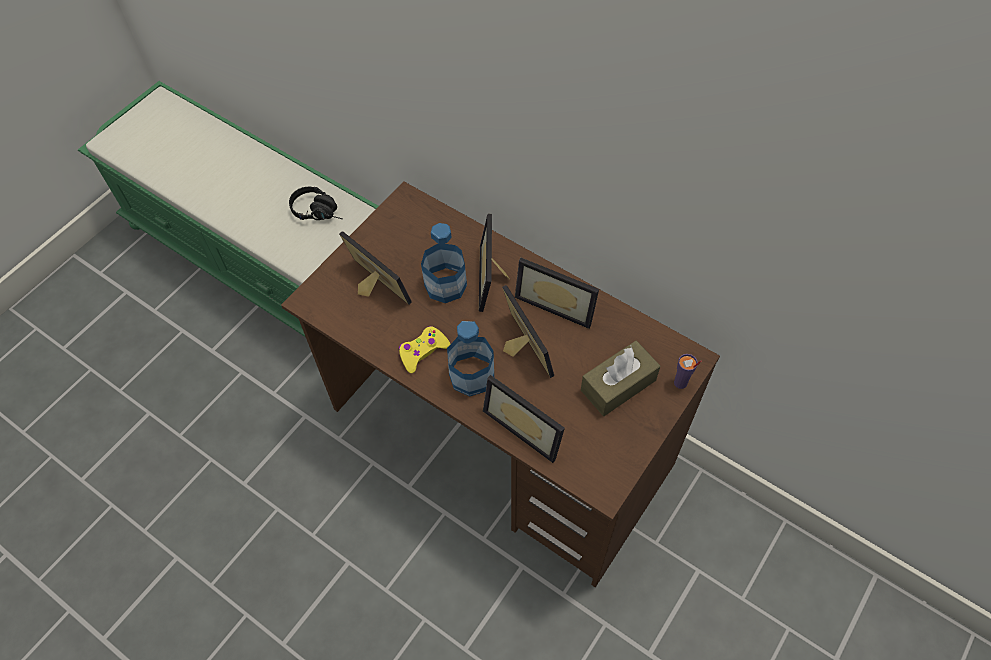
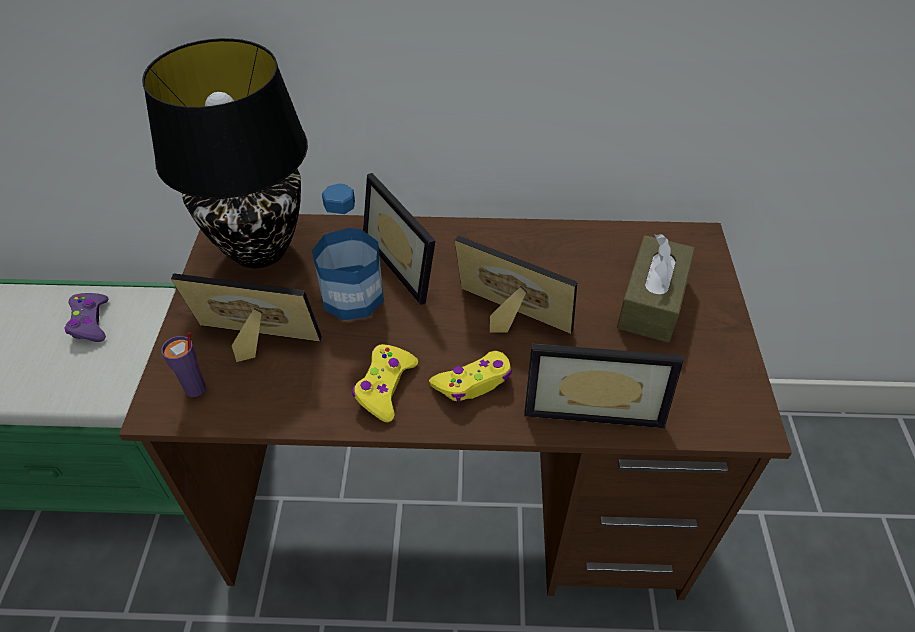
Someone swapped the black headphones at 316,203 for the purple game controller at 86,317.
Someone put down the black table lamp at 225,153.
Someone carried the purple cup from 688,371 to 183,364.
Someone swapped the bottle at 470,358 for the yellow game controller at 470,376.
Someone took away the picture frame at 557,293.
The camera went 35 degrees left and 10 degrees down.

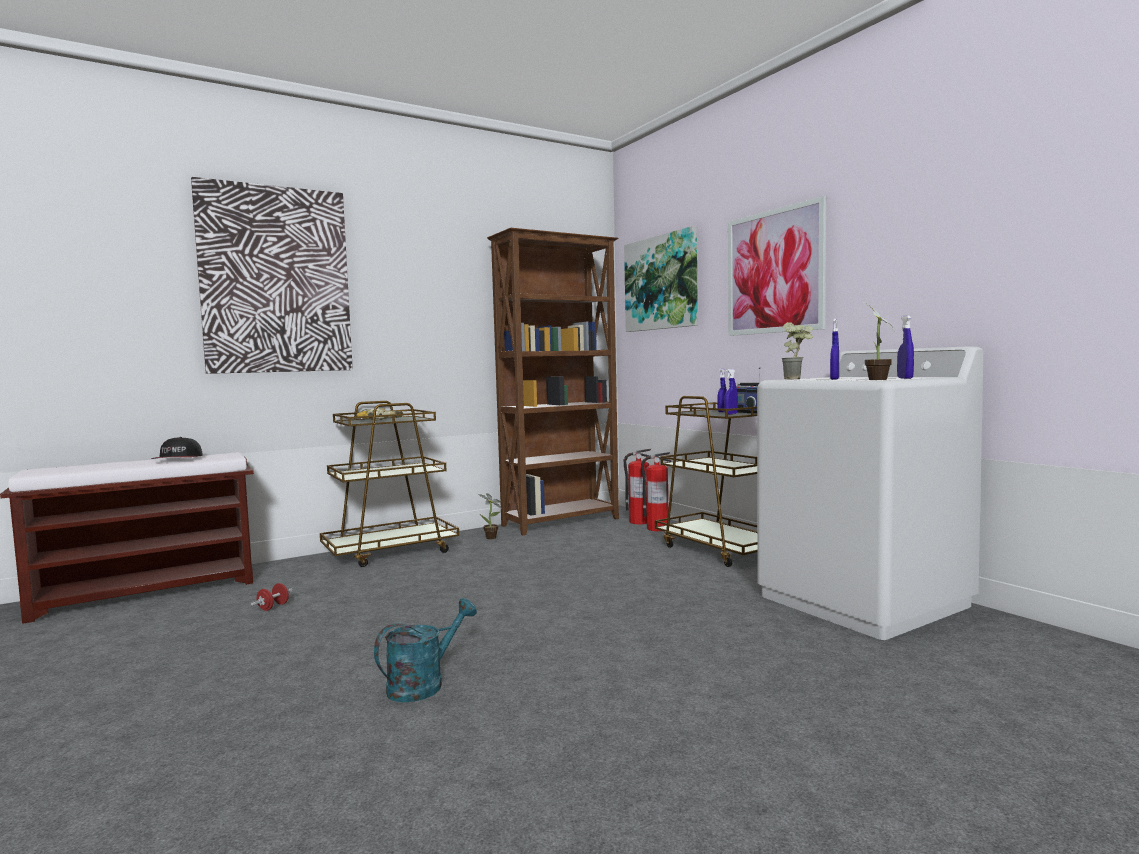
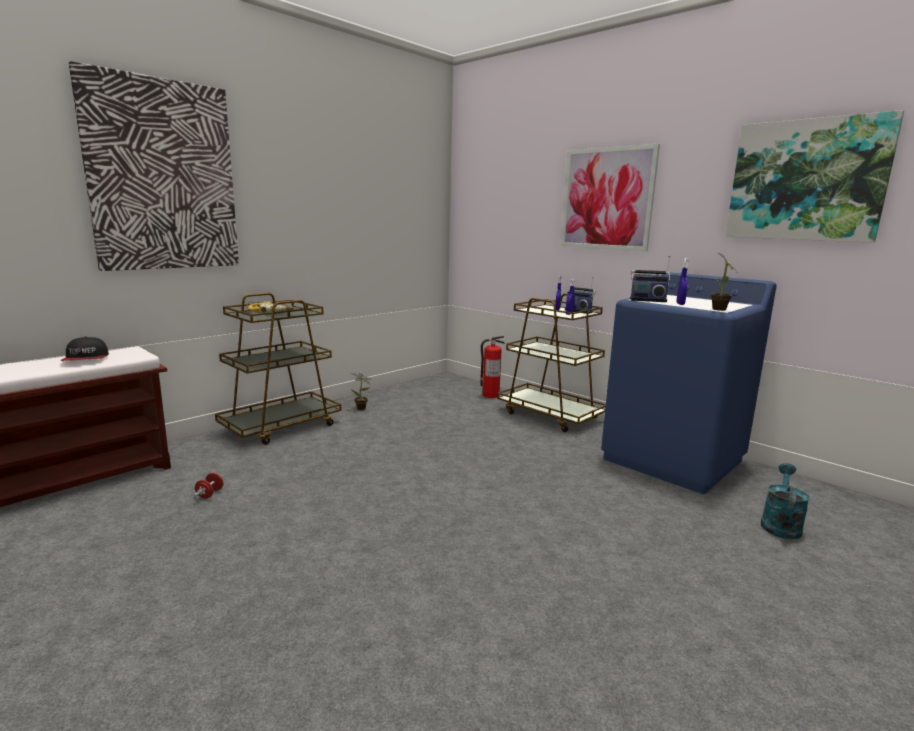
Someone repainted the white washing machine at 870,493, which became the blue washing machine at 689,383.
Someone swapped the potted plant at 797,350 for the radio at 650,279.
Someone carried the picture from 661,279 to 814,176.
Someone carried the turquoise watering can from 425,650 to 785,501.
Someone took away the brown bookcase at 553,381.
Someone took away the fire extinguisher at 637,487.
Someone took away the blue spray bottle at 905,347.
The camera went 15 degrees left and 10 degrees up.

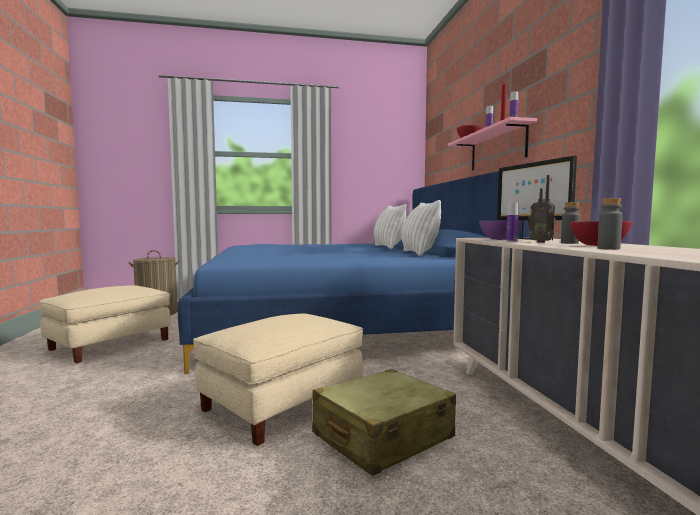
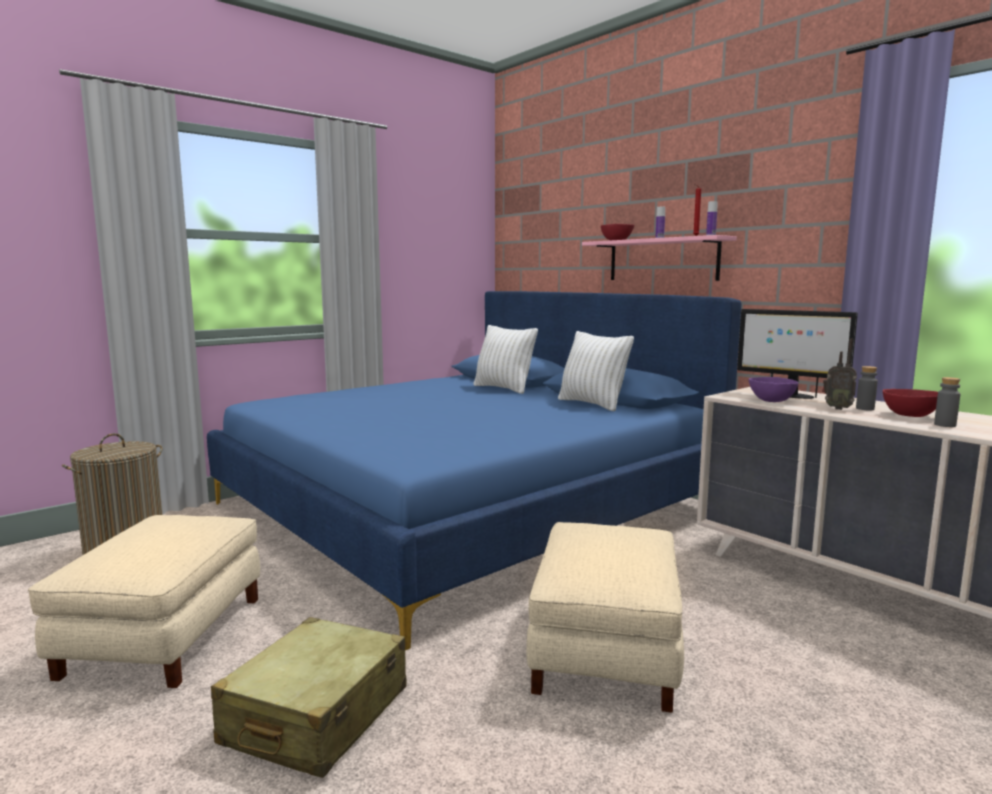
Someone carried the beige suitcase from 384,422 to 309,697.
Someone took away the bottle at 512,222.
The camera went 30 degrees left and 5 degrees up.

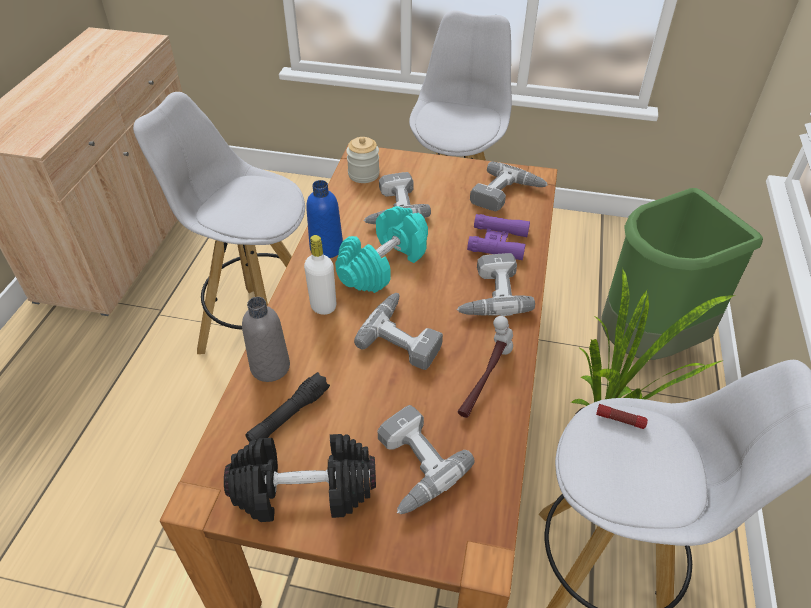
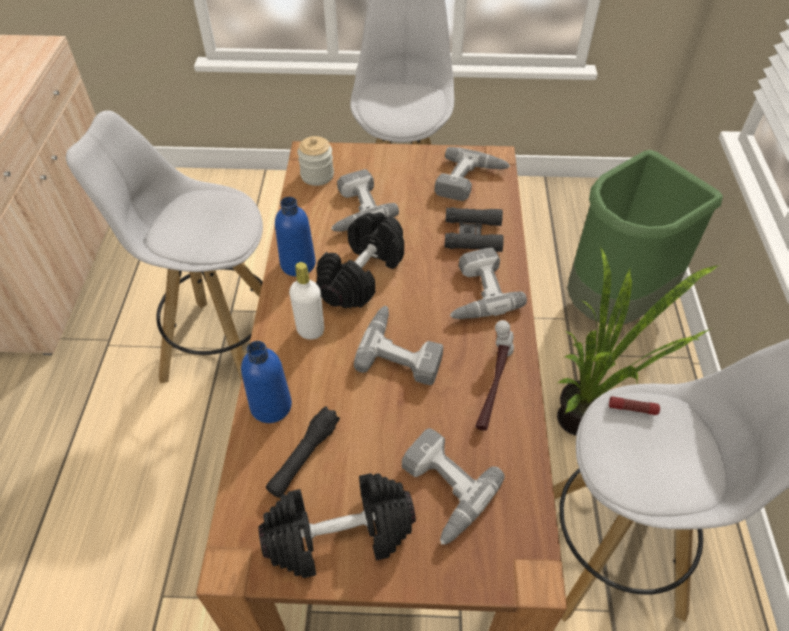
Someone repainted the grey bottle at 266,339, which became the blue bottle at 266,382.
Someone repainted the turquoise dumbbell at 381,249, which became the black dumbbell at 360,260.
Someone repainted the purple binoculars at 498,237, which became the black binoculars at 474,229.
The camera went 10 degrees left and 5 degrees up.

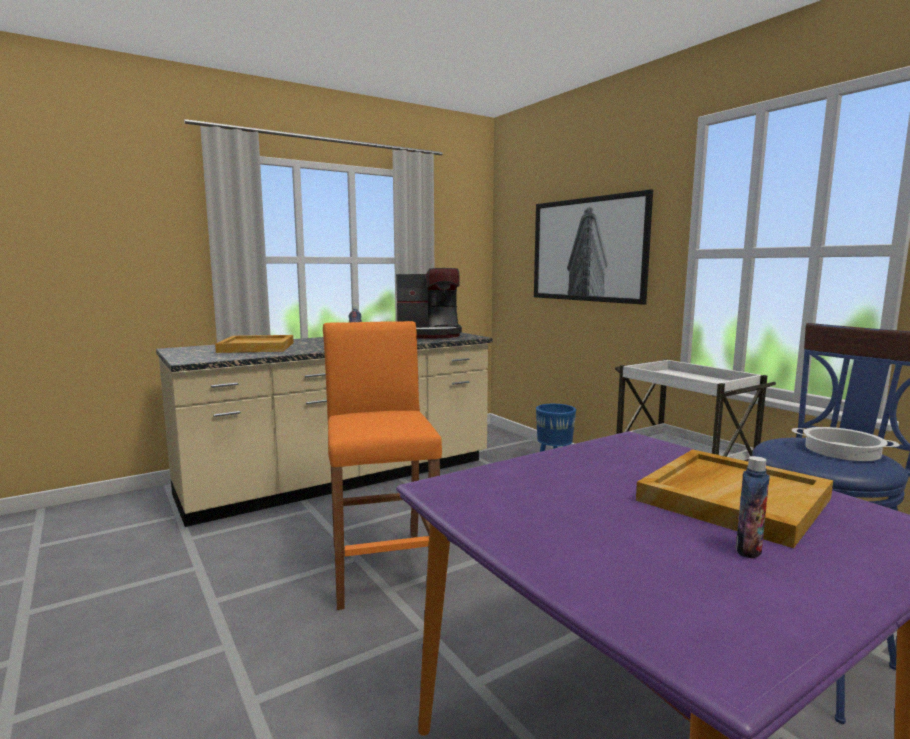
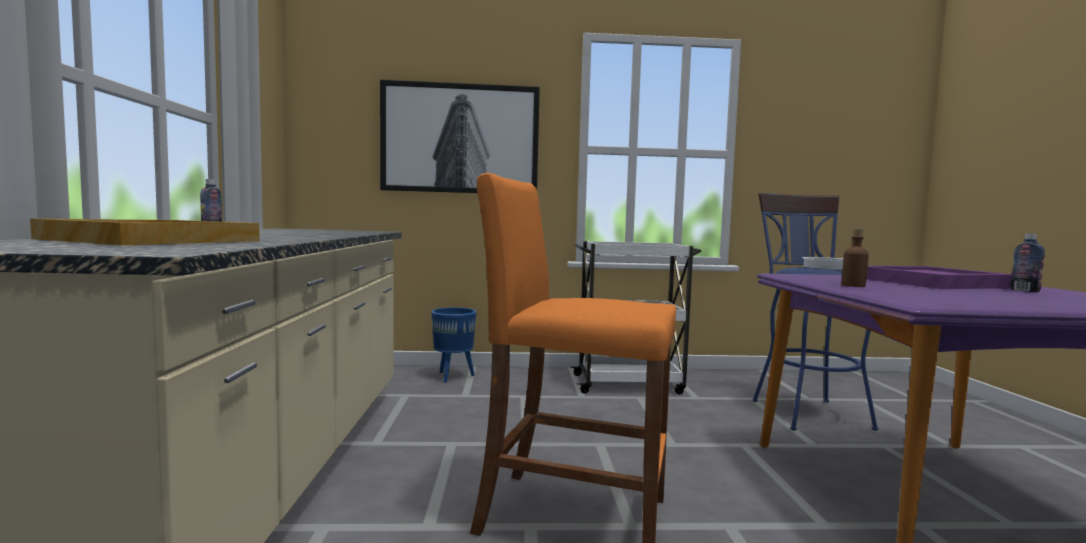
Someone put down the brown bottle at 855,258.
Someone repainted the beige tray at 734,498, which became the purple tray at 939,277.
Someone took away the coffee machine at 429,303.
The camera went 60 degrees left and 5 degrees down.

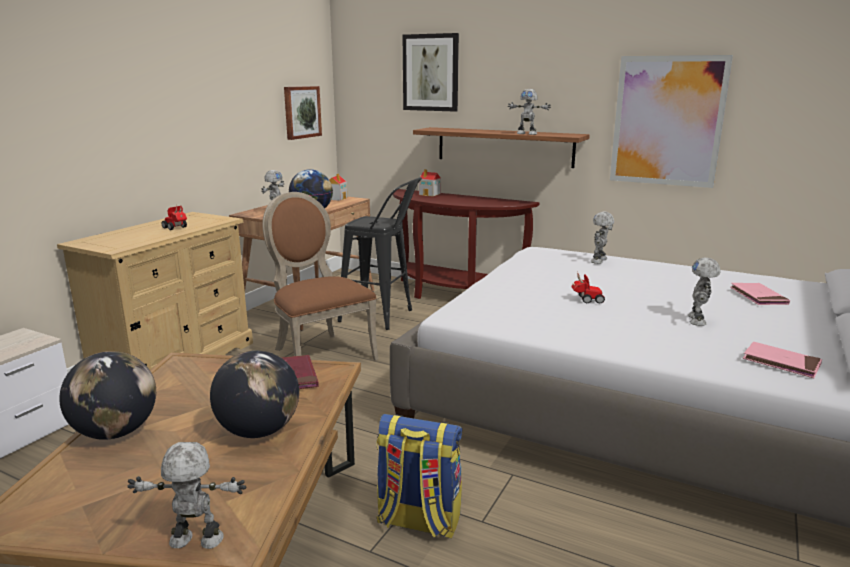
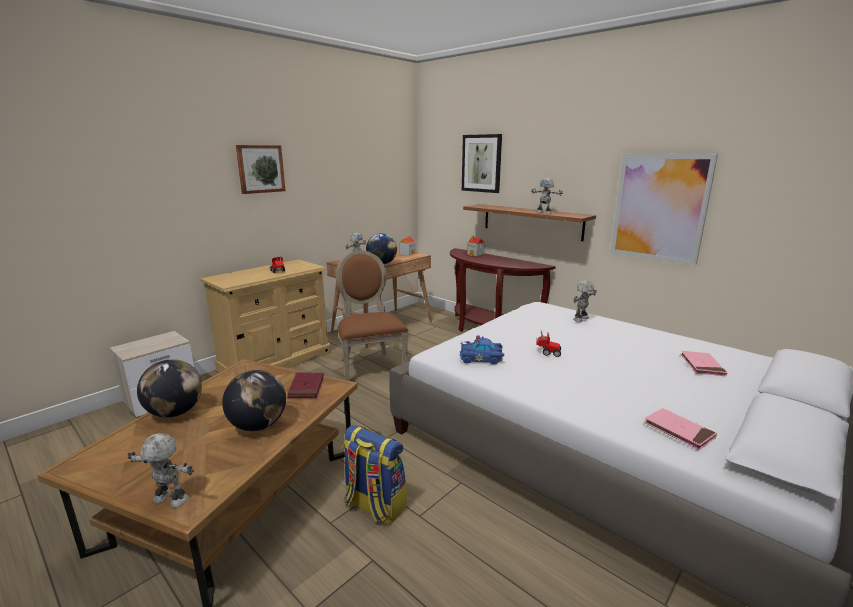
Someone carried the picture from 303,113 to 261,169.
Someone put down the blue toy car at 482,349.
Someone took away the black stool at 379,253.
Someone took away the toy robot at 704,292.
The camera went 15 degrees right and 0 degrees up.

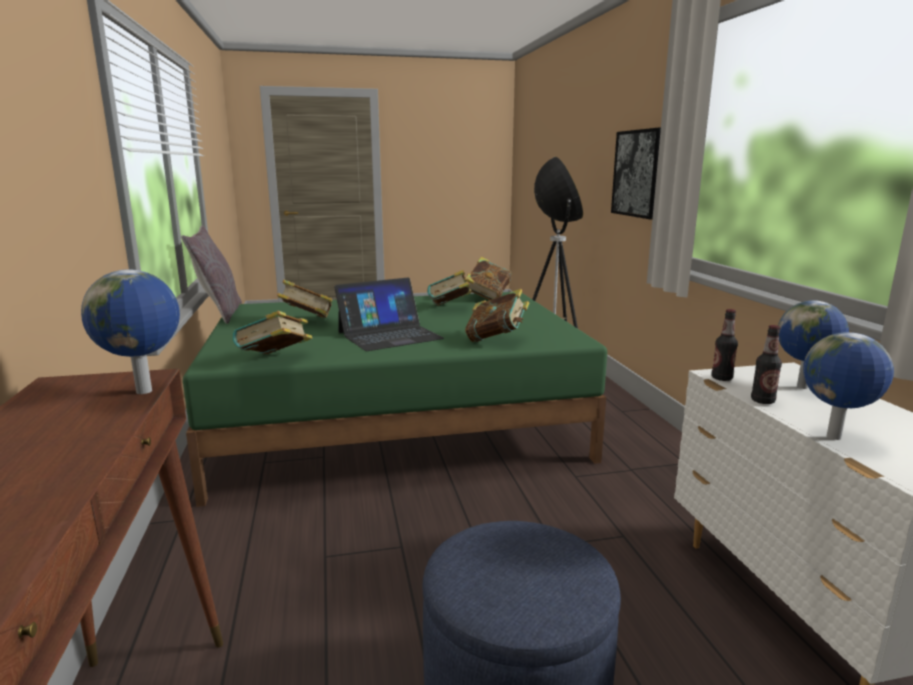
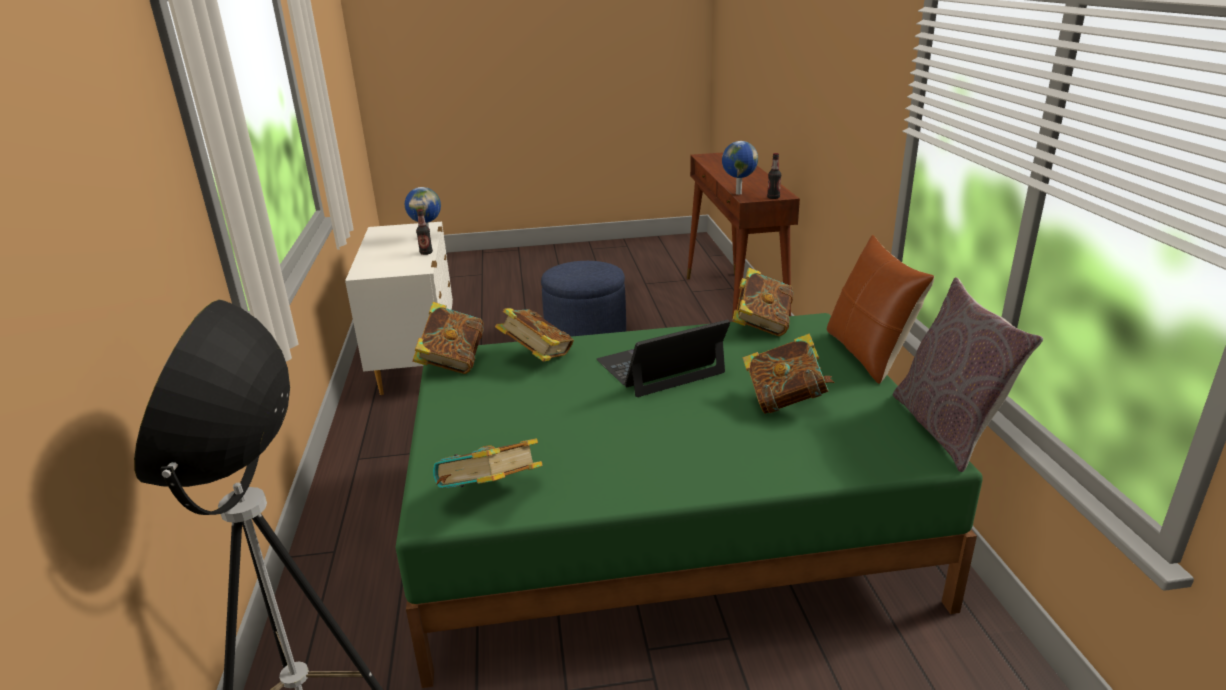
Someone carried the book from 449,288 to 448,338.
Someone carried the bottle from 724,345 to 774,176.
Someone put down the brown pillow at 880,309.
Someone took away the picture at 636,173.
Someone took away the globe at 813,344.
The camera went 175 degrees left and 10 degrees up.

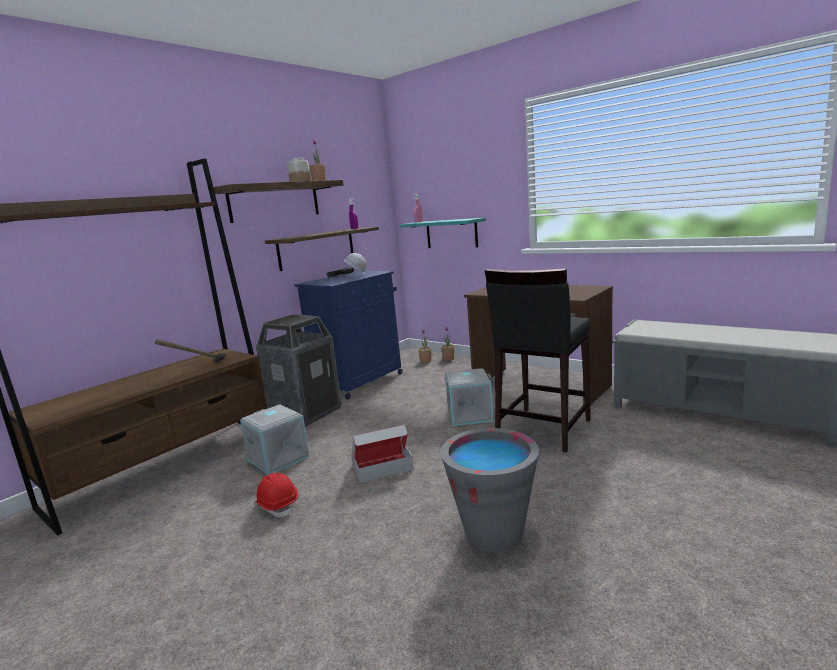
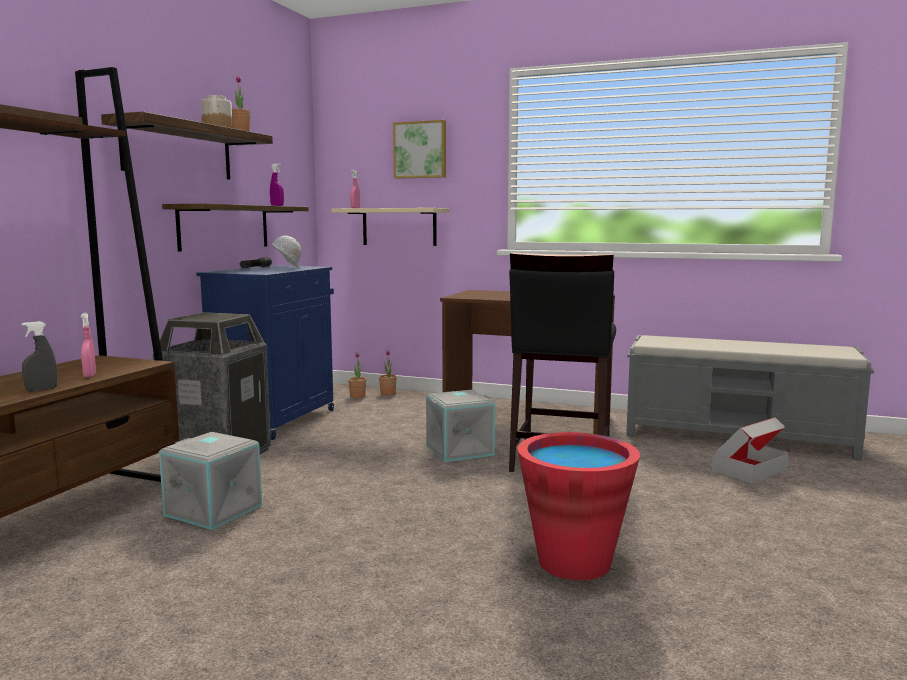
Someone put down the grey spray bottle at 39,356.
Someone swapped the hammer at 190,350 for the pink spray bottle at 88,345.
Someone repainted the turquoise shelf at 443,233, which became the beige shelf at 390,227.
Someone put up the picture at 419,149.
Someone repainted the grey bucket at 489,490, which became the red bucket at 578,506.
Someone carried the cardboard box from 382,453 to 750,450.
Someone took away the red hard hat at 276,495.
The camera went 20 degrees left and 5 degrees down.

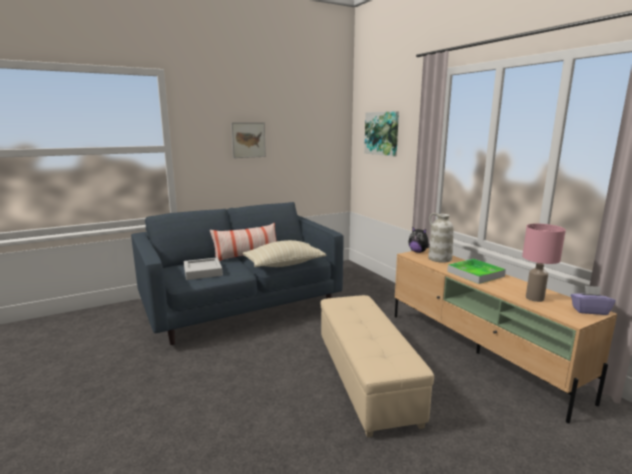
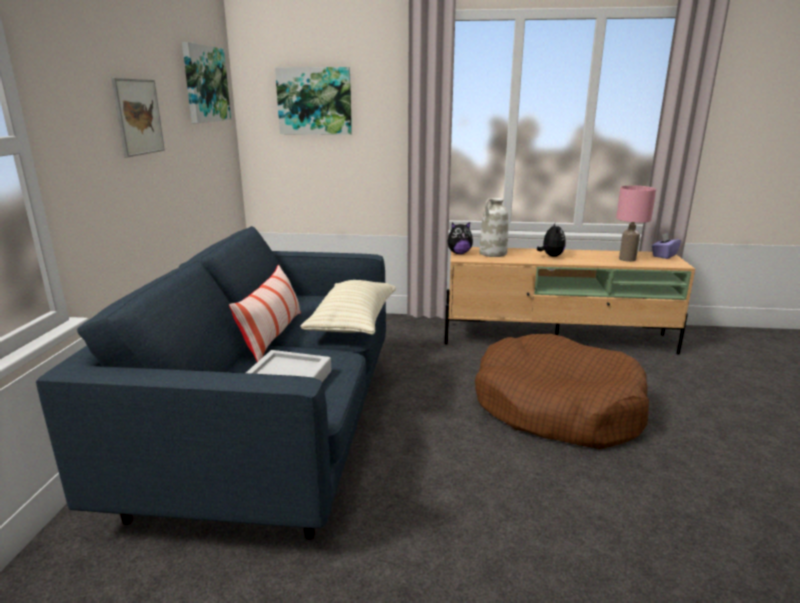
Someone put up the picture at 206,82.
Someone swapped the beige ottoman at 377,366 for the brown dog bed at 562,391.
Someone swapped the tray at 476,271 for the plush toy at 551,240.
The camera went 55 degrees left and 5 degrees up.

